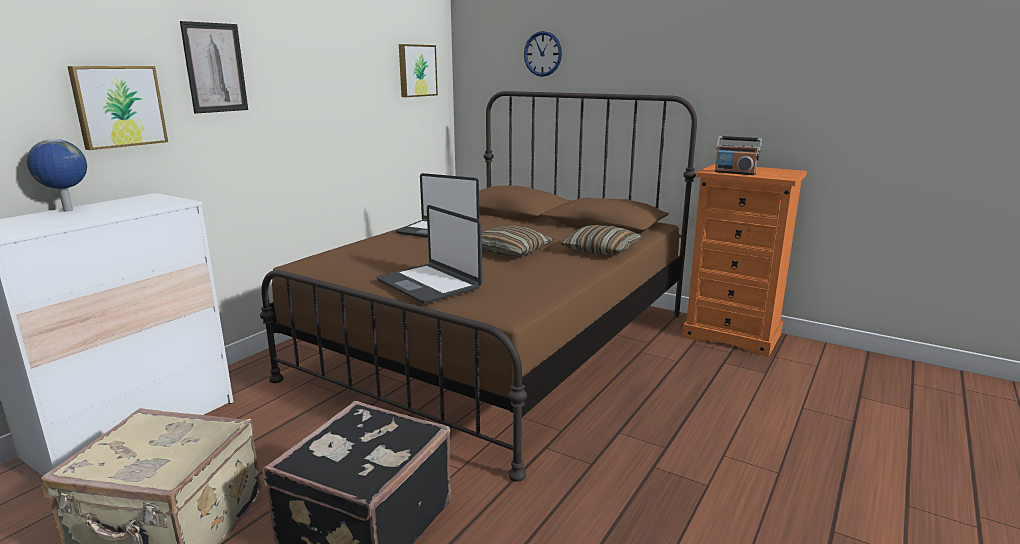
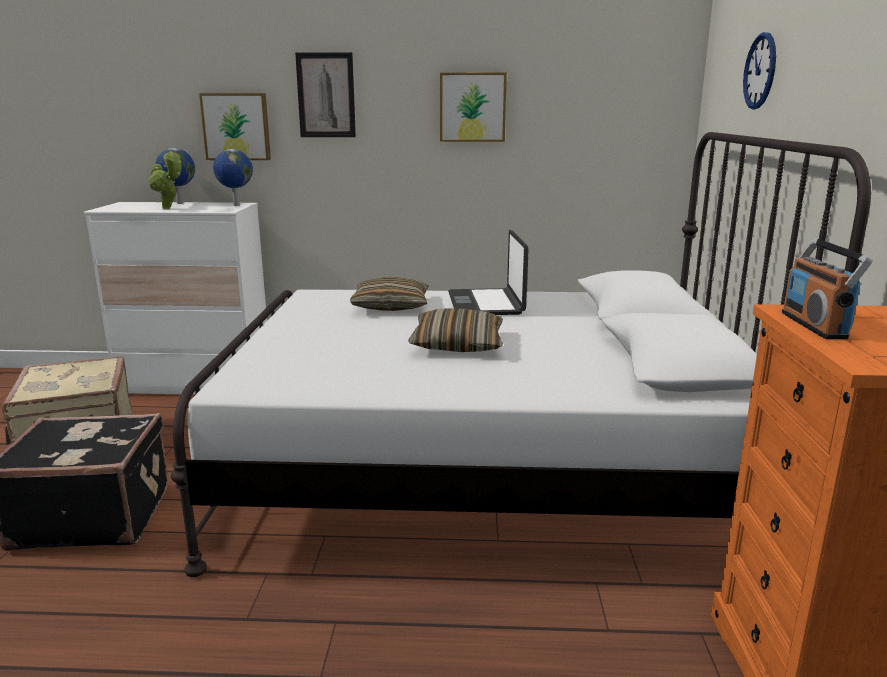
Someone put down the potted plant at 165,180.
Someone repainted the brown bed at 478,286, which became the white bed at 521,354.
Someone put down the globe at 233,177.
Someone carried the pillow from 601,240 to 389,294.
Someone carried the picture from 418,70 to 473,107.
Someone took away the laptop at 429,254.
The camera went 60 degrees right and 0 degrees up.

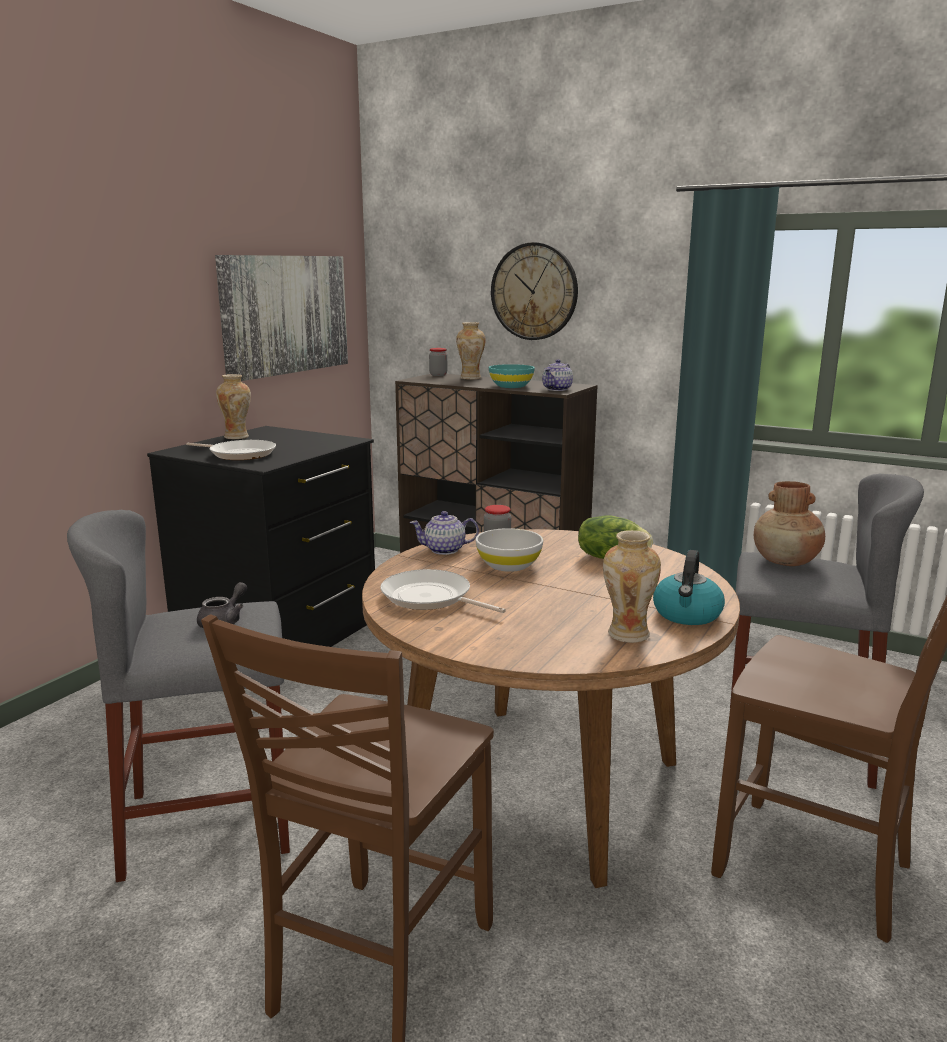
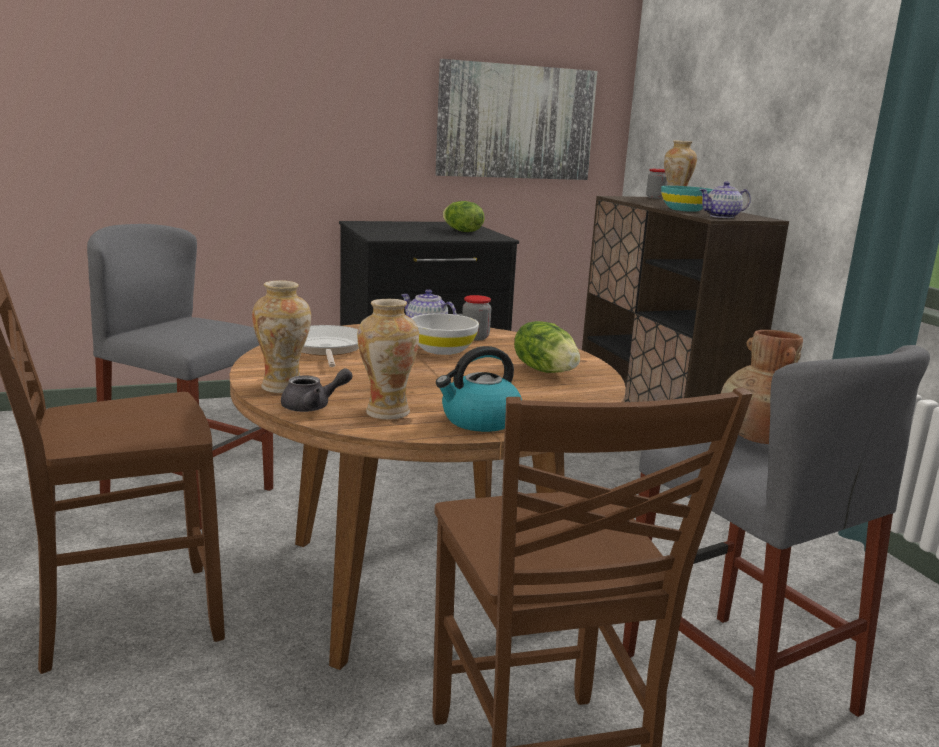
Someone carried the vase from 233,406 to 281,337.
Someone carried the grey teapot from 222,605 to 317,390.
Someone put down the lettuce at 464,216.
Someone took away the frying pan at 231,450.
Someone took away the wall clock at 534,291.
The camera went 40 degrees right and 0 degrees up.

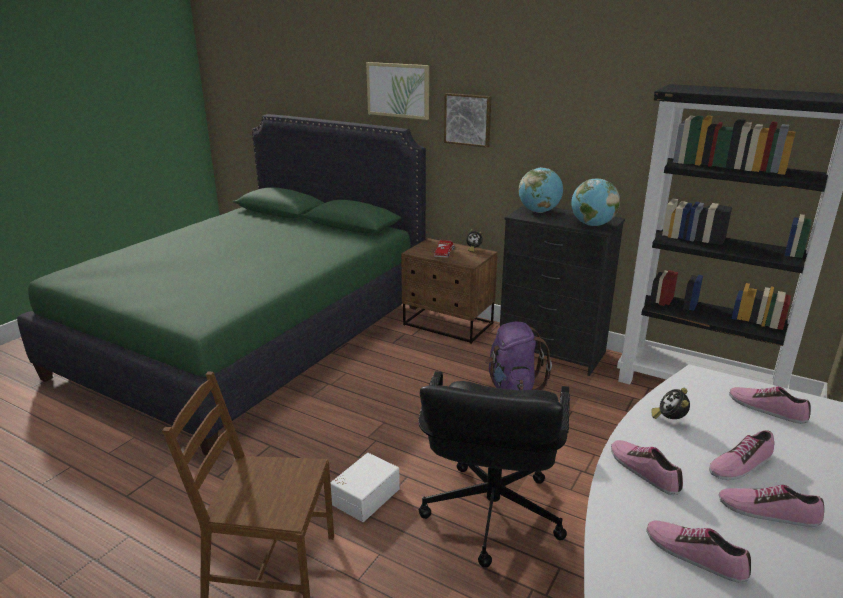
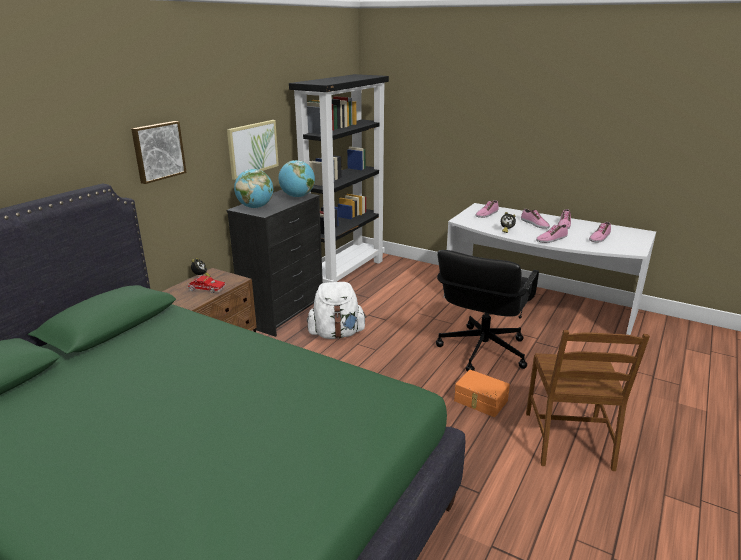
Someone carried the picture from 397,91 to 253,150.
Someone repainted the purple backpack at 518,356, which became the white backpack at 337,310.
Someone rotated the black office chair at 494,469 by 105 degrees clockwise.
Someone repainted the white storage box at 365,487, which became the orange storage box at 482,393.
The camera went 90 degrees left and 0 degrees up.

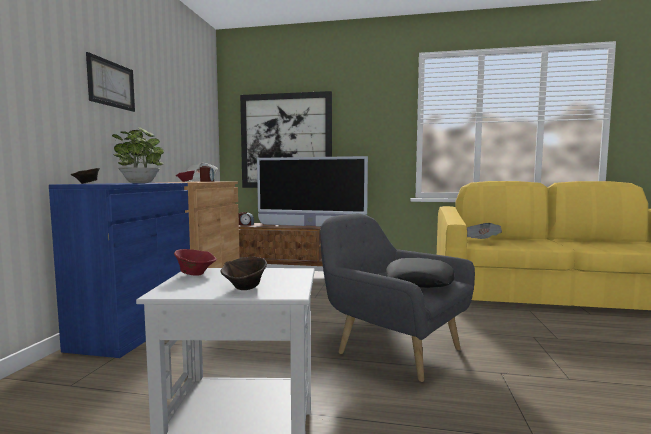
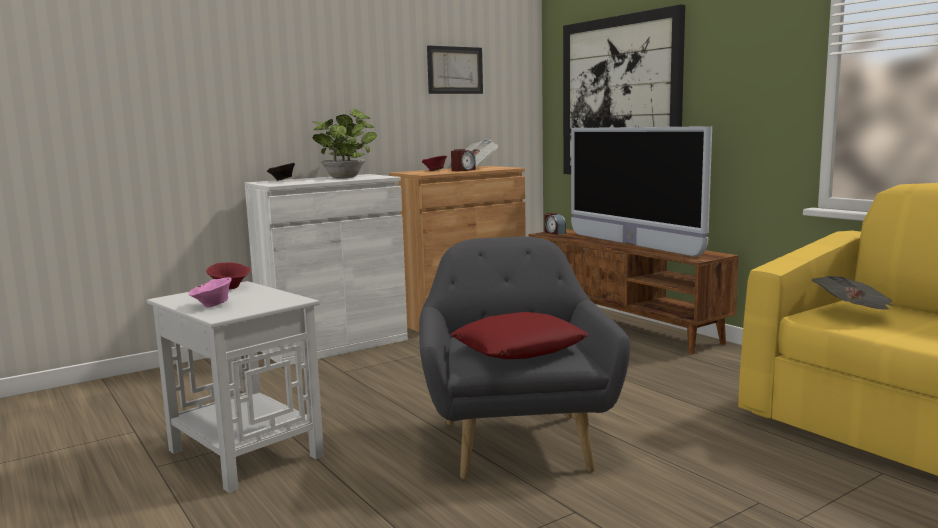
Someone repainted the brown bowl at 244,273, which became the pink bowl at 210,292.
Someone repainted the blue cabinet at 119,270, which became the white cabinet at 326,270.
Someone carried the picture from 110,82 to 455,70.
Someone repainted the black pillow at 420,273, which became the red pillow at 520,335.
The camera went 45 degrees right and 5 degrees up.

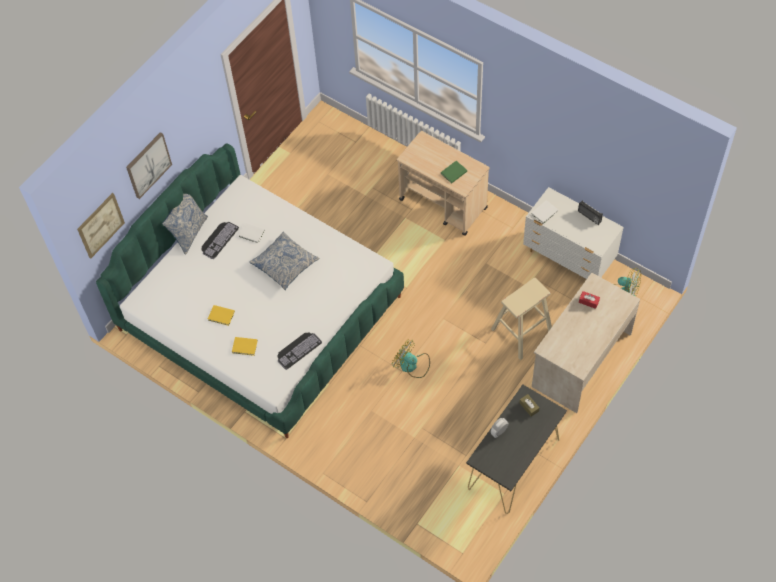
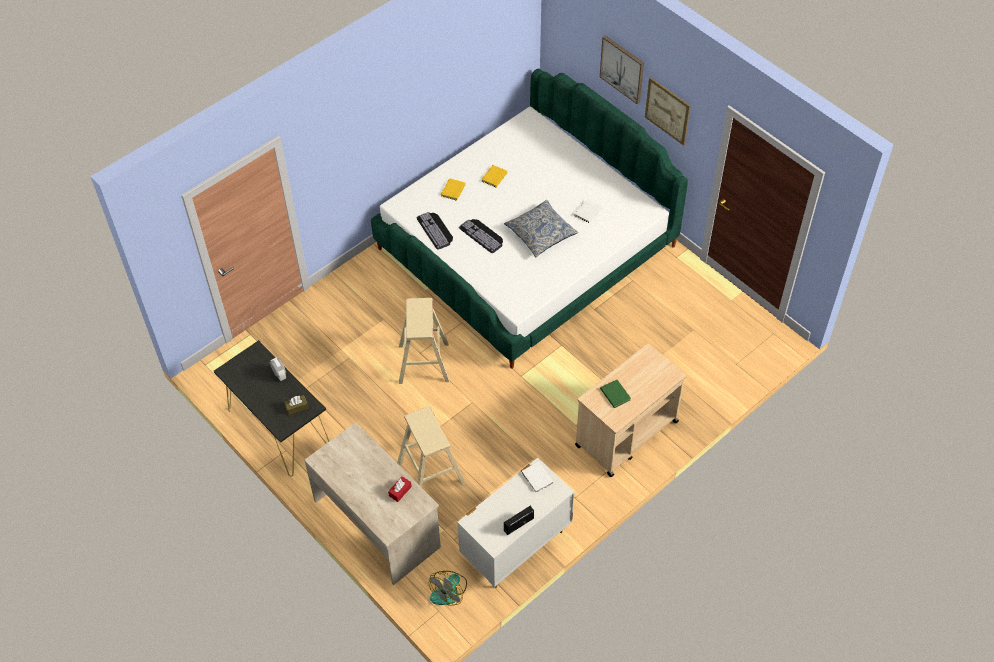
Someone swapped the fan at 411,358 for the beige stool at 424,341.
Someone carried the keyboard from 220,240 to 481,236.
Someone carried the picture from 101,226 to 668,111.
Someone took away the pillow at 185,224.
The camera went 100 degrees right and 5 degrees down.

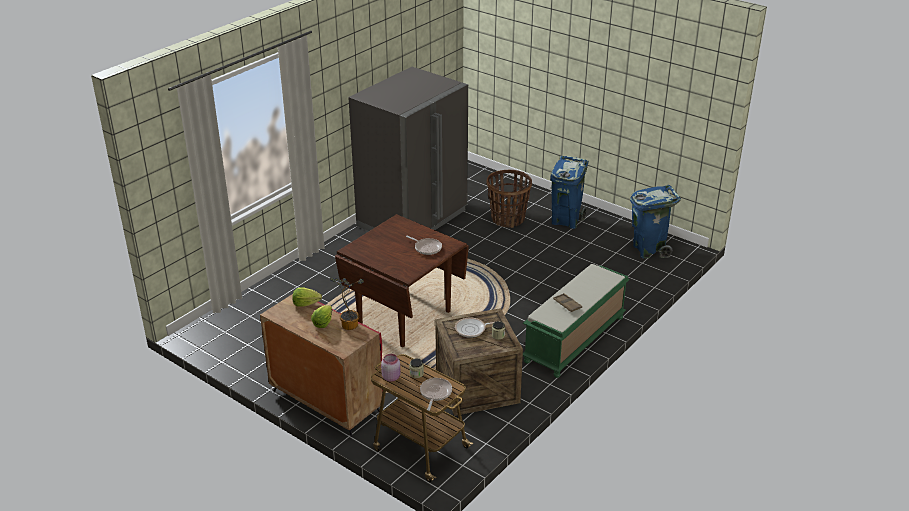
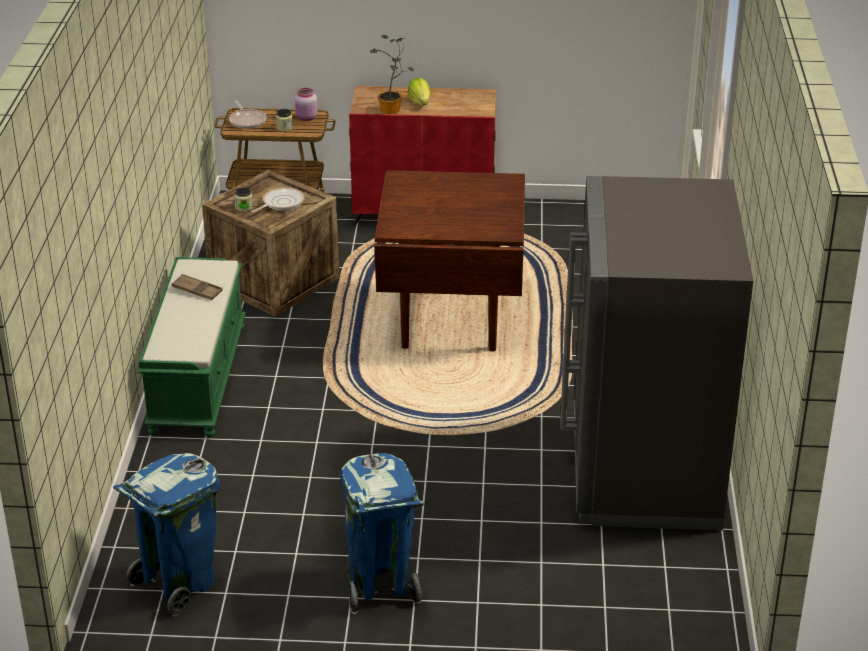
Someone took away the lettuce at 307,297.
Someone took away the frying pan at 424,245.
Someone took away the basket at 509,199.
The camera went 145 degrees right and 0 degrees up.

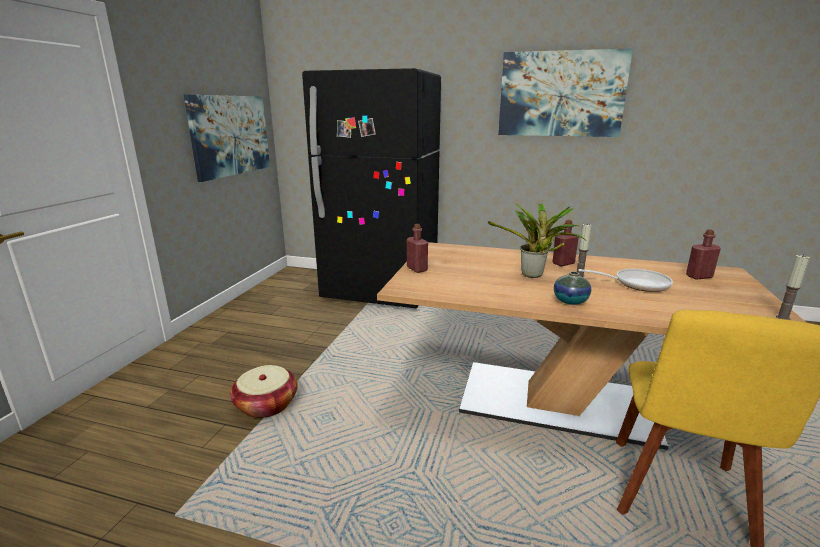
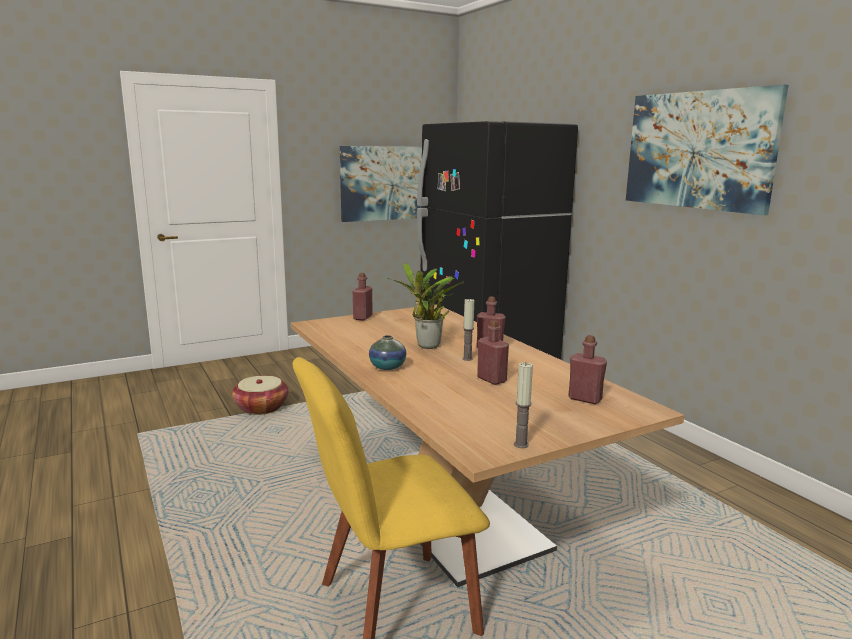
Someone swapped the frying pan at 625,280 for the red bottle at 493,352.
The camera went 45 degrees right and 5 degrees down.

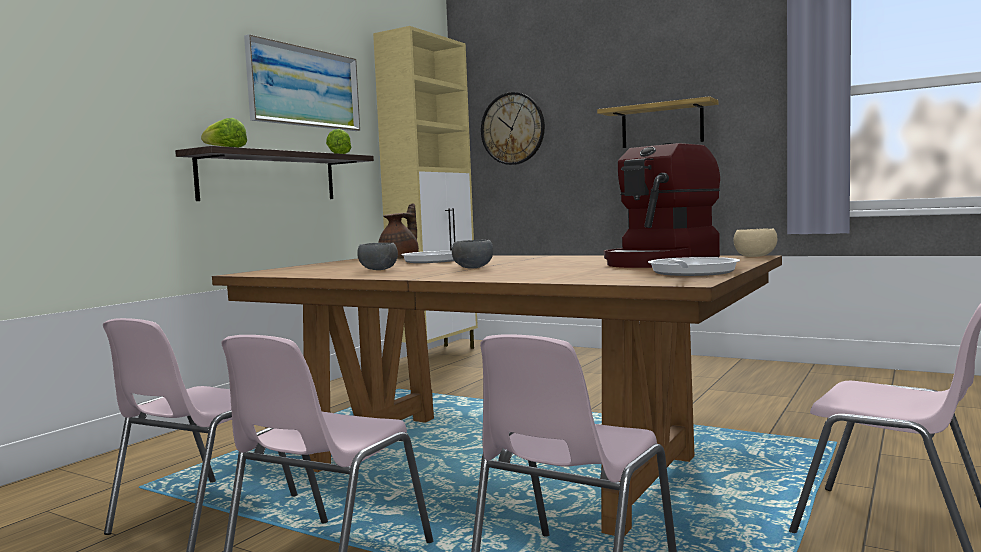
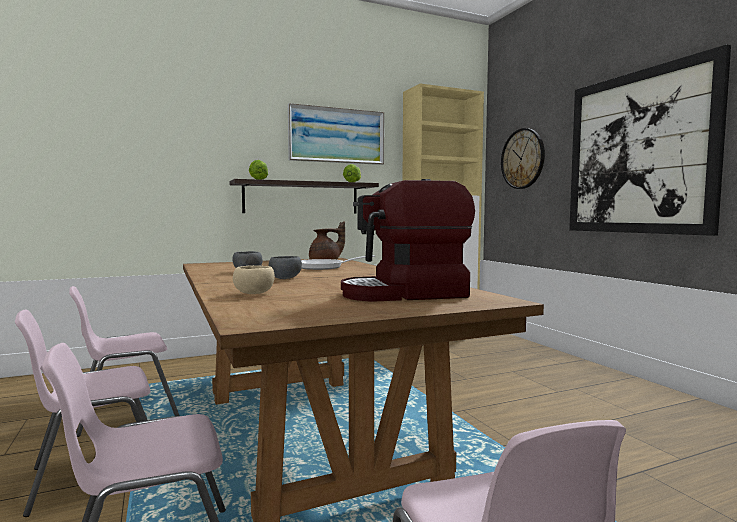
Someone carried the beige bowl from 755,243 to 254,279.
Someone swapped the shelf at 658,122 for the picture at 650,140.
Someone took away the frying pan at 694,266.
The camera went 35 degrees right and 0 degrees up.

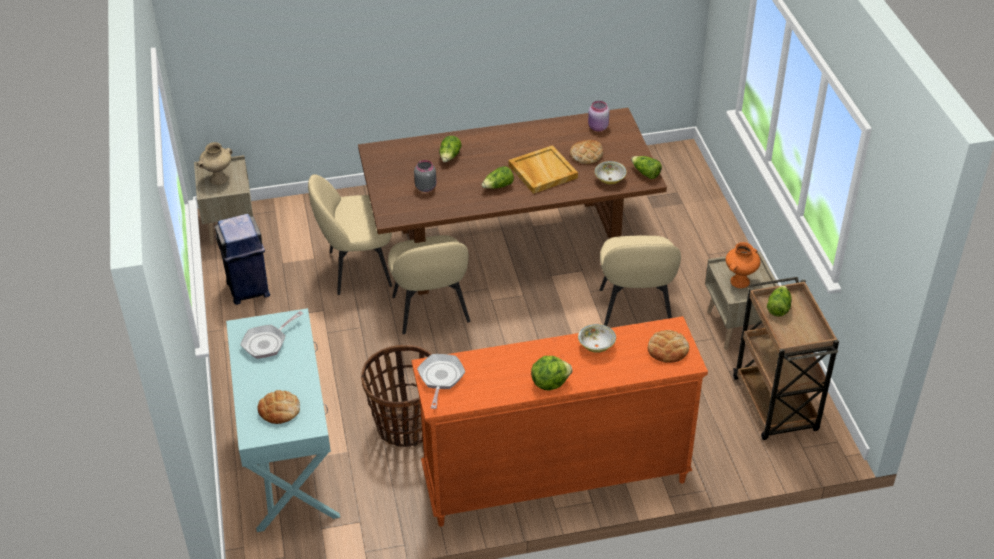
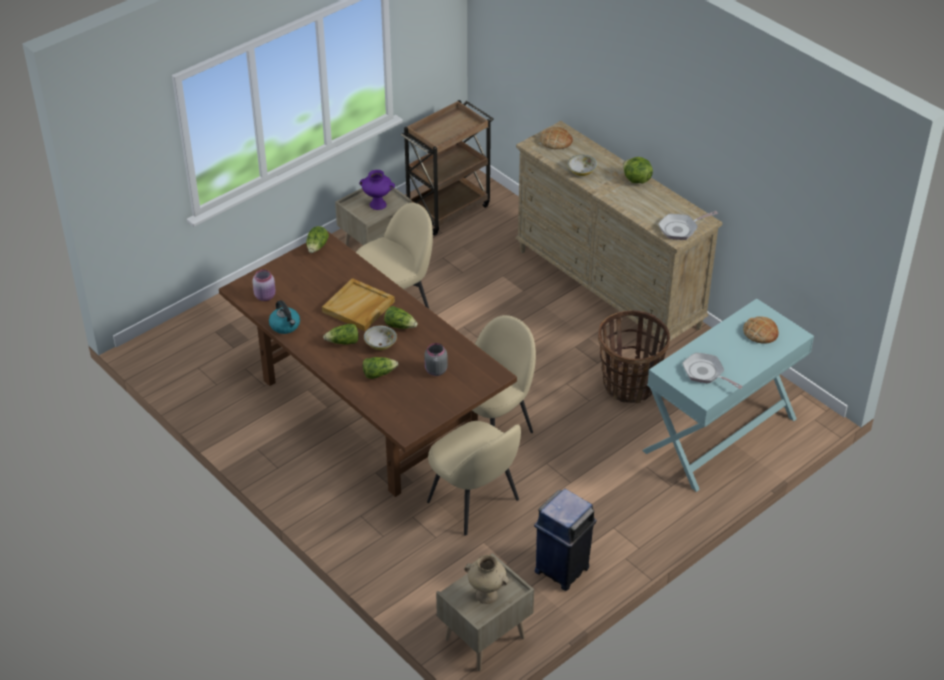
Someone put down the kettle at 284,317.
Someone carried the lettuce from 779,301 to 341,334.
Someone repainted the orange vase at 743,265, which became the purple vase at 377,190.
Someone carried the bowl from 611,172 to 380,337.
Someone repainted the orange dresser at 559,421, which became the beige dresser at 618,234.
Someone rotated the frying pan at 271,335 by 150 degrees counterclockwise.
Someone took away the bread at 586,152.
The camera went 120 degrees left and 0 degrees up.

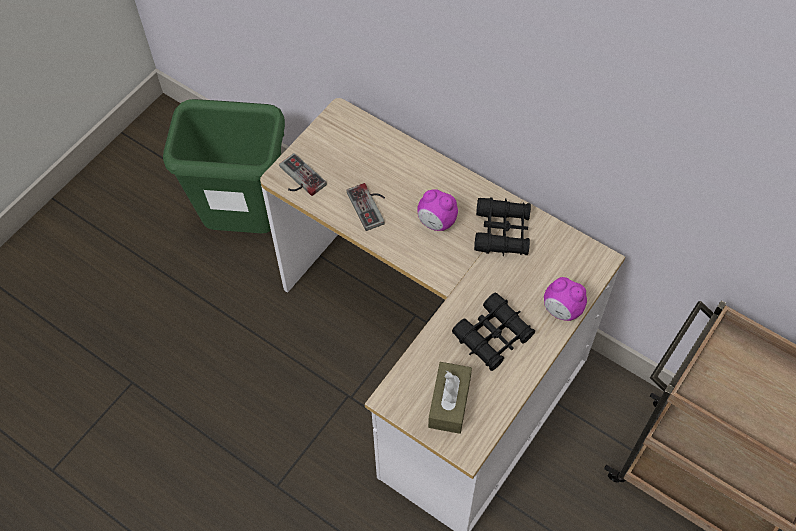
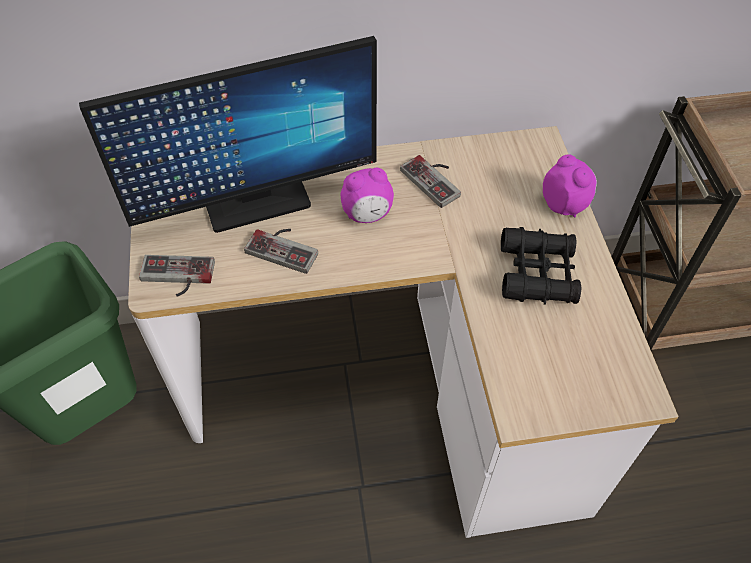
Someone put down the monitor at 228,134.
Someone swapped the black binoculars at 502,226 for the game controller at 430,181.
Someone rotated the alarm clock at 565,299 by 105 degrees counterclockwise.
Someone took away the brown tissue box at 450,398.
The camera went 45 degrees left and 5 degrees down.

